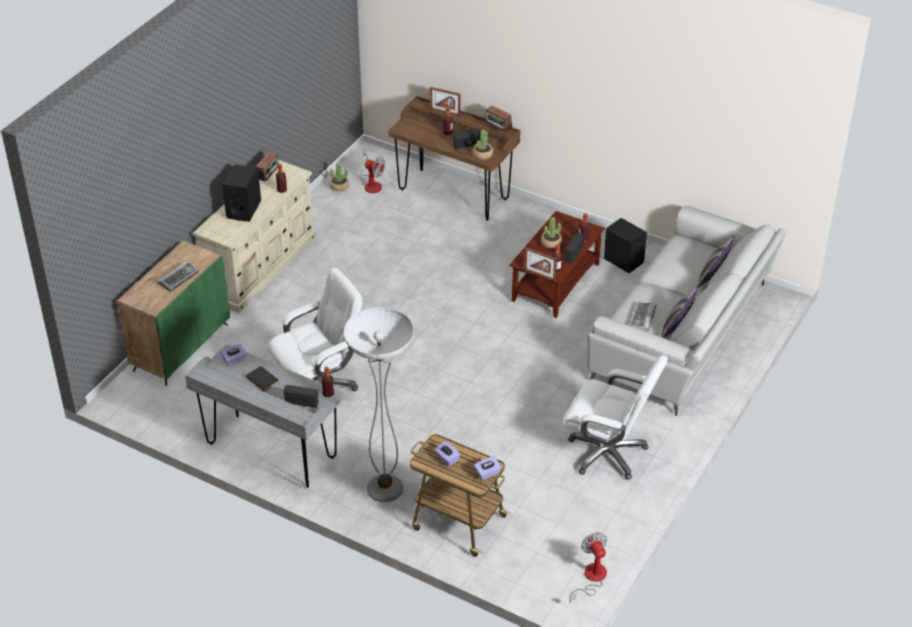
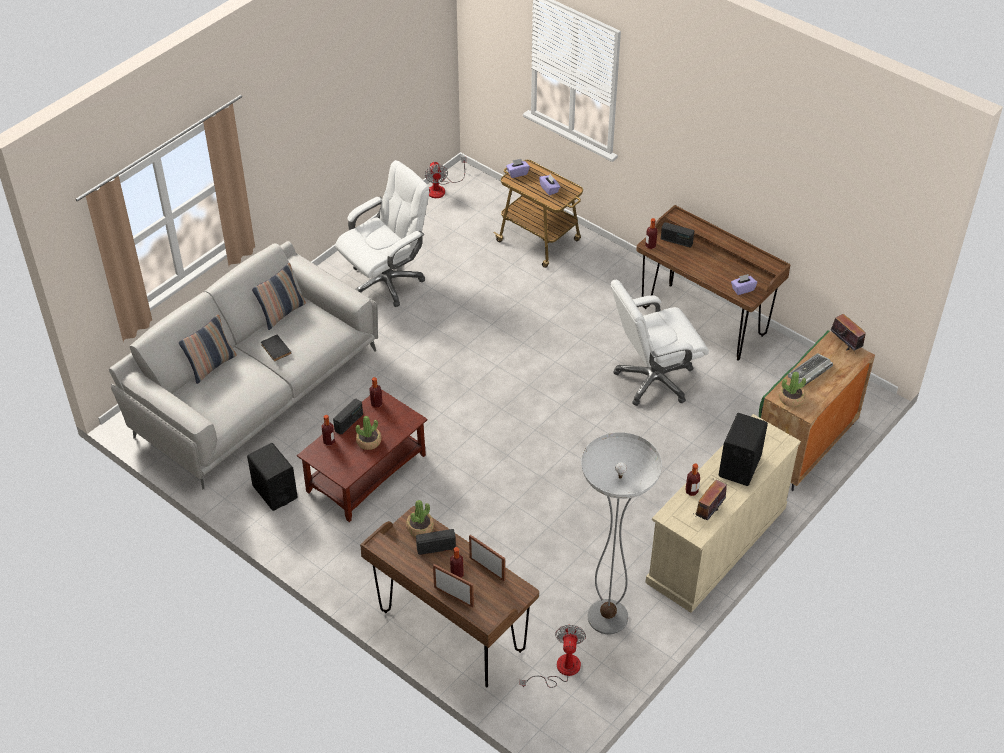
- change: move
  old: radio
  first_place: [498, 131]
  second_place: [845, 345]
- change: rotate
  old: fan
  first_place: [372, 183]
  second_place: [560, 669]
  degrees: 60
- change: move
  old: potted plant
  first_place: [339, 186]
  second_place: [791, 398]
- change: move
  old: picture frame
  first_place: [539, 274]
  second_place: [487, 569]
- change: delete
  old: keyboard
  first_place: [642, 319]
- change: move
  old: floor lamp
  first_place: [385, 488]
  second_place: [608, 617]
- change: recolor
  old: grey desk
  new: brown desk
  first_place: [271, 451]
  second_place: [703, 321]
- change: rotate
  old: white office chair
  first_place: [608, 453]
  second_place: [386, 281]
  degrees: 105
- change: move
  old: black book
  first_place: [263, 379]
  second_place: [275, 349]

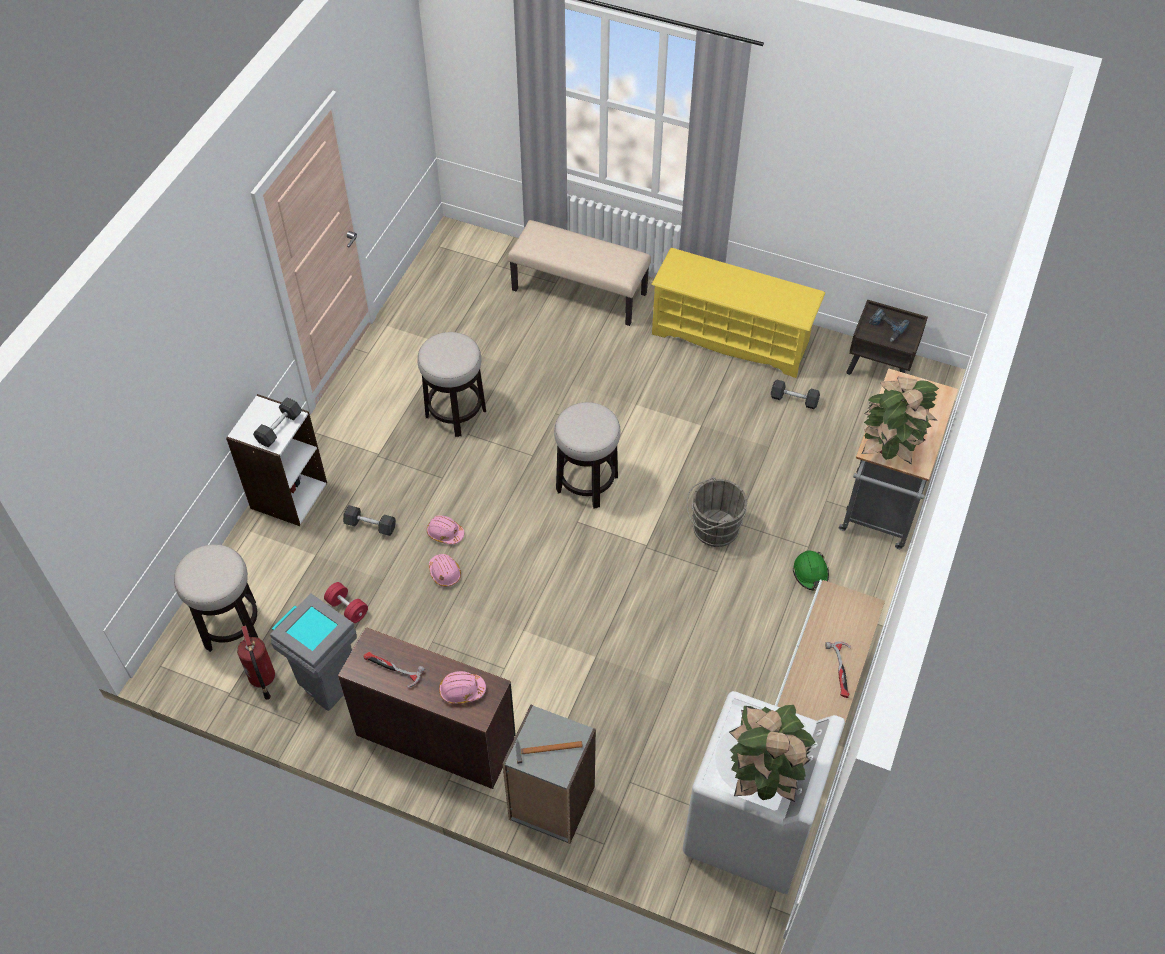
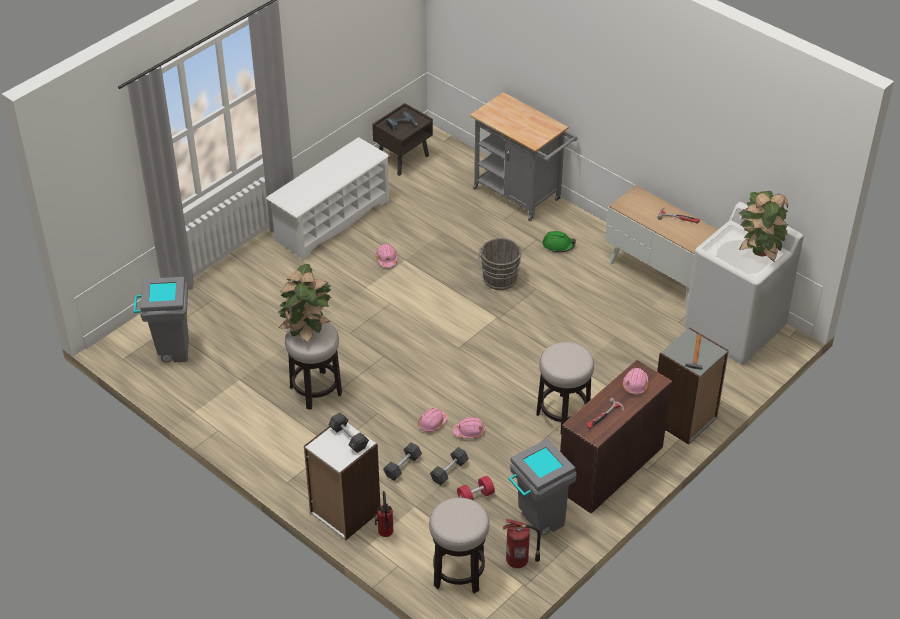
- change: delete
  old: beige bench
  first_place: [580, 291]
- change: recolor
  old: yellow shoe rack
  new: white shoe rack
  first_place: [731, 338]
  second_place: [332, 220]
- change: move
  old: potted plant
  first_place: [889, 449]
  second_place: [307, 331]
- change: move
  old: grey dumbbell
  first_place: [794, 400]
  second_place: [449, 471]
- change: move
  old: stool
  first_place: [587, 483]
  second_place: [563, 414]
- change: insert
  new: pink hard hat
  second_place: [386, 259]
- change: insert
  new: grey trash can
  second_place: [170, 351]
- change: insert
  new: fire extinguisher
  second_place: [385, 535]

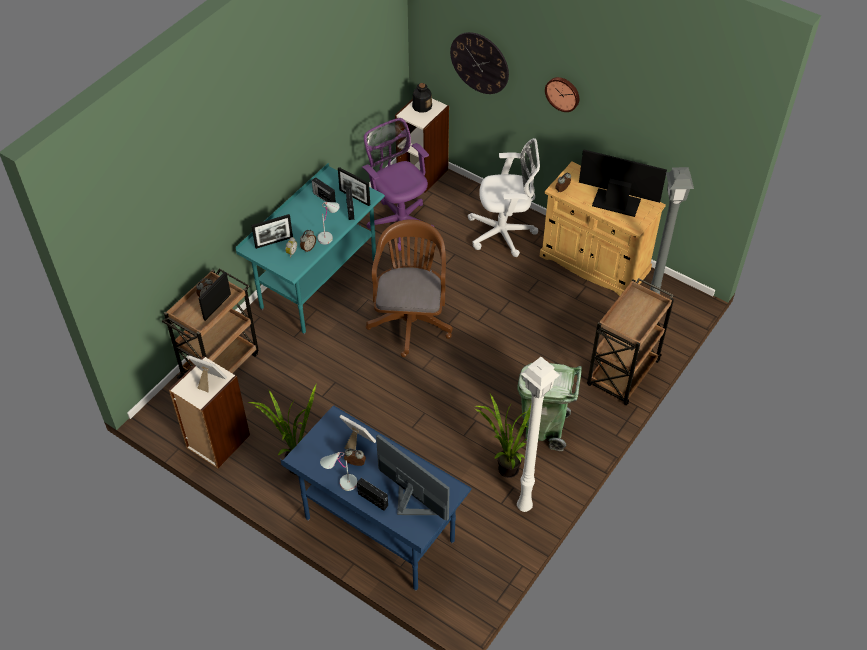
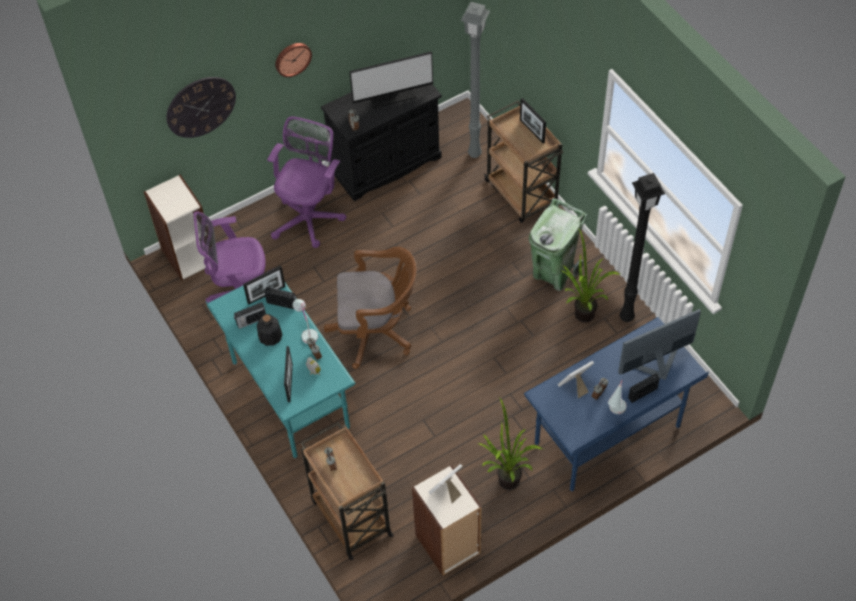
- change: move
  old: bottle
  first_place: [422, 106]
  second_place: [270, 336]
- change: recolor
  old: white office chair
  new: purple office chair
  first_place: [504, 233]
  second_place: [309, 217]
- change: rotate
  old: monitor
  first_place: [616, 202]
  second_place: [391, 94]
  degrees: -150
- change: recolor
  old: beige cabinet
  new: black cabinet
  first_place: [594, 263]
  second_place: [385, 163]
- change: rotate
  old: brown office chair
  first_place: [410, 319]
  second_place: [376, 331]
  degrees: 150
- change: move
  old: picture frame
  first_place: [217, 306]
  second_place: [532, 131]
- change: recolor
  old: white floor lamp
  new: black floor lamp
  first_place: [524, 507]
  second_place: [627, 317]

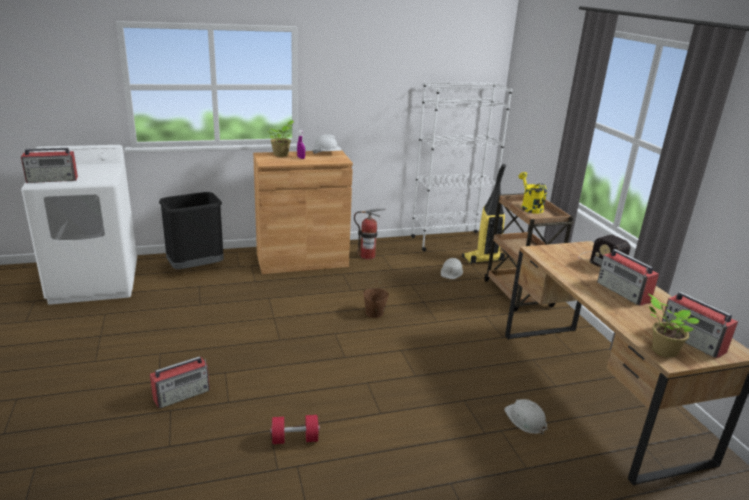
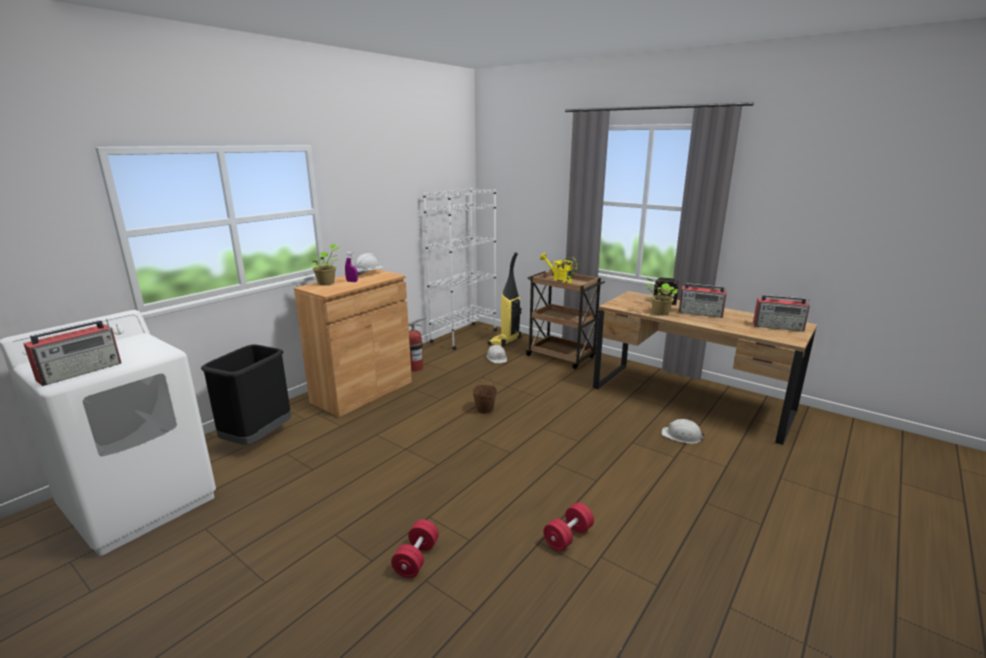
- change: move
  old: potted plant
  first_place: [662, 350]
  second_place: [659, 313]
- change: replace
  old: radio
  new: red dumbbell
  first_place: [182, 394]
  second_place: [416, 558]

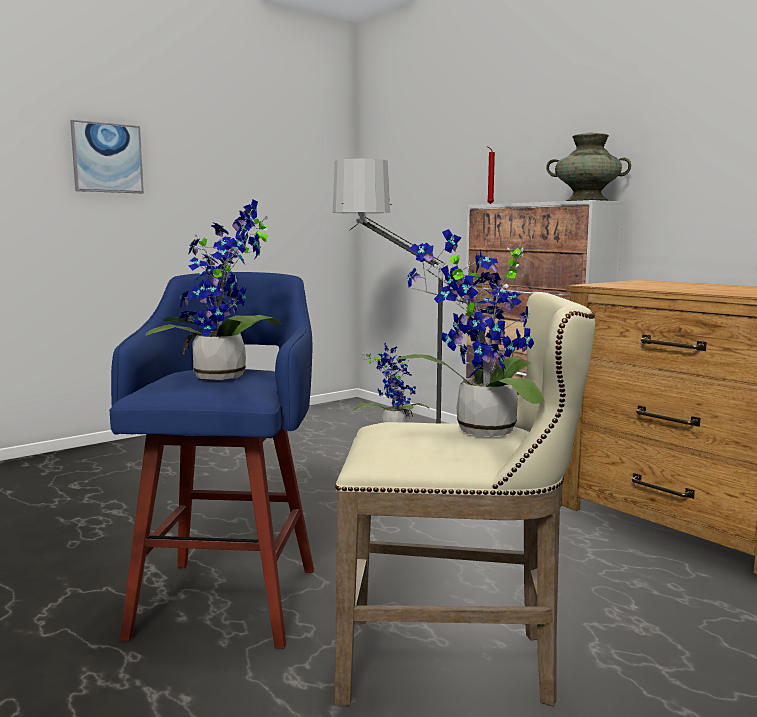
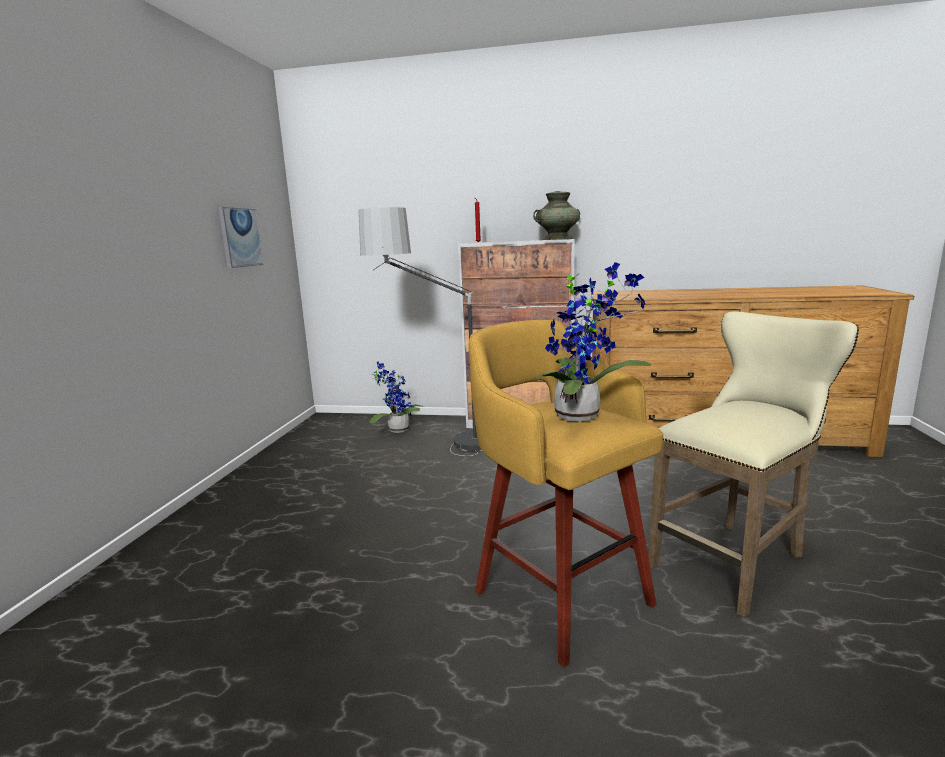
- change: move
  old: picture
  first_place: [107, 158]
  second_place: [240, 237]
- change: delete
  old: potted plant
  first_place: [478, 431]
- change: recolor
  old: blue stool
  new: yellow stool
  first_place: [229, 598]
  second_place: [559, 594]

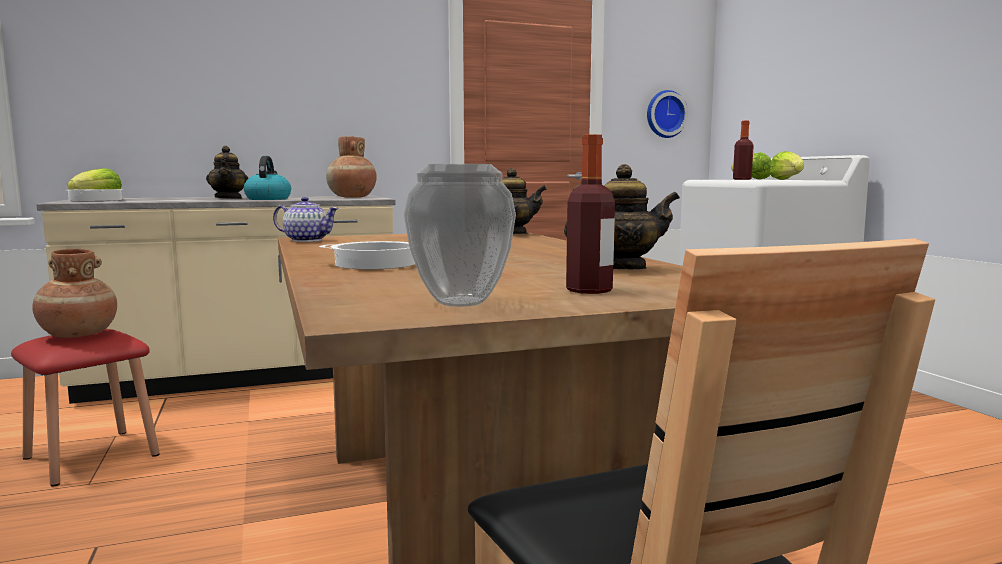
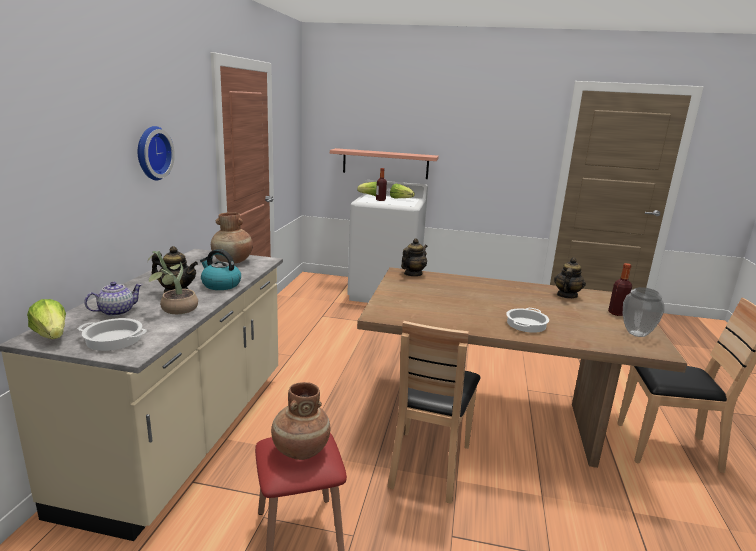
- change: move
  old: wall clock
  first_place: [665, 114]
  second_place: [151, 153]
- change: move
  old: teapot
  first_place: [306, 240]
  second_place: [116, 312]
- change: insert
  new: shelf
  second_place: [385, 163]
- change: insert
  new: potted plant
  second_place: [174, 309]
- change: insert
  new: brown chair
  second_place: [428, 464]

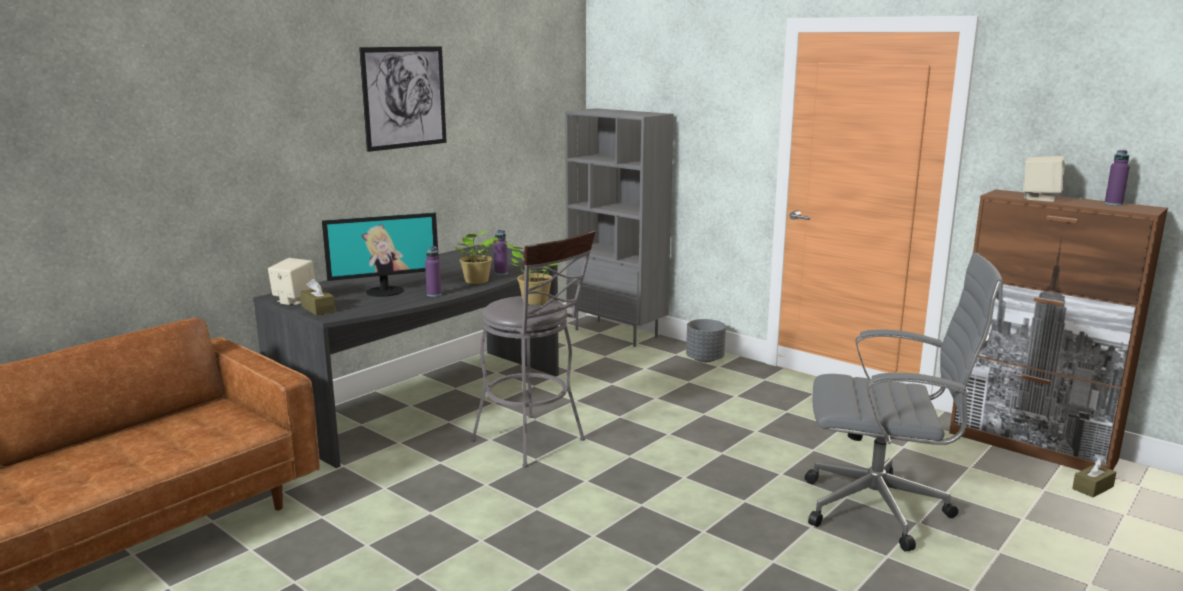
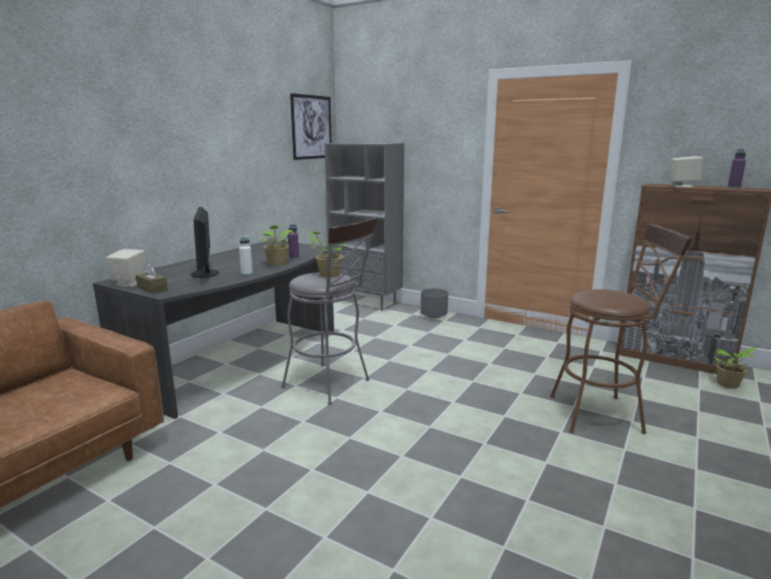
- change: move
  old: picture
  first_place: [404, 97]
  second_place: [311, 127]
- change: rotate
  old: monitor
  first_place: [385, 291]
  second_place: [205, 274]
  degrees: 105
- change: recolor
  old: purple bottle
  new: white bottle
  first_place: [434, 294]
  second_place: [247, 274]
- change: replace
  old: grey office chair
  new: brown stool
  first_place: [882, 510]
  second_place: [603, 413]
- change: replace
  old: brown tissue box
  new: potted plant
  first_place: [1092, 488]
  second_place: [728, 385]

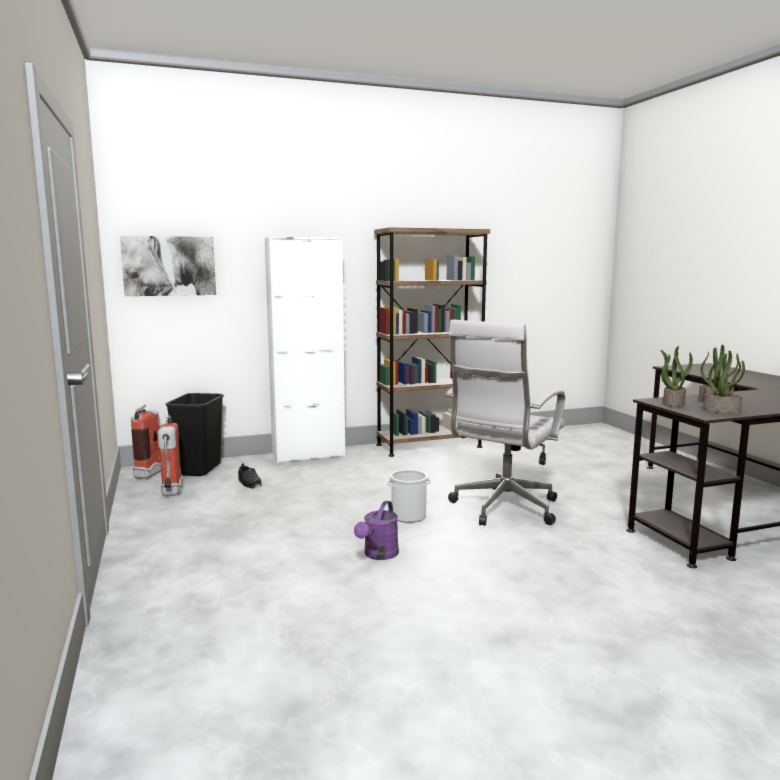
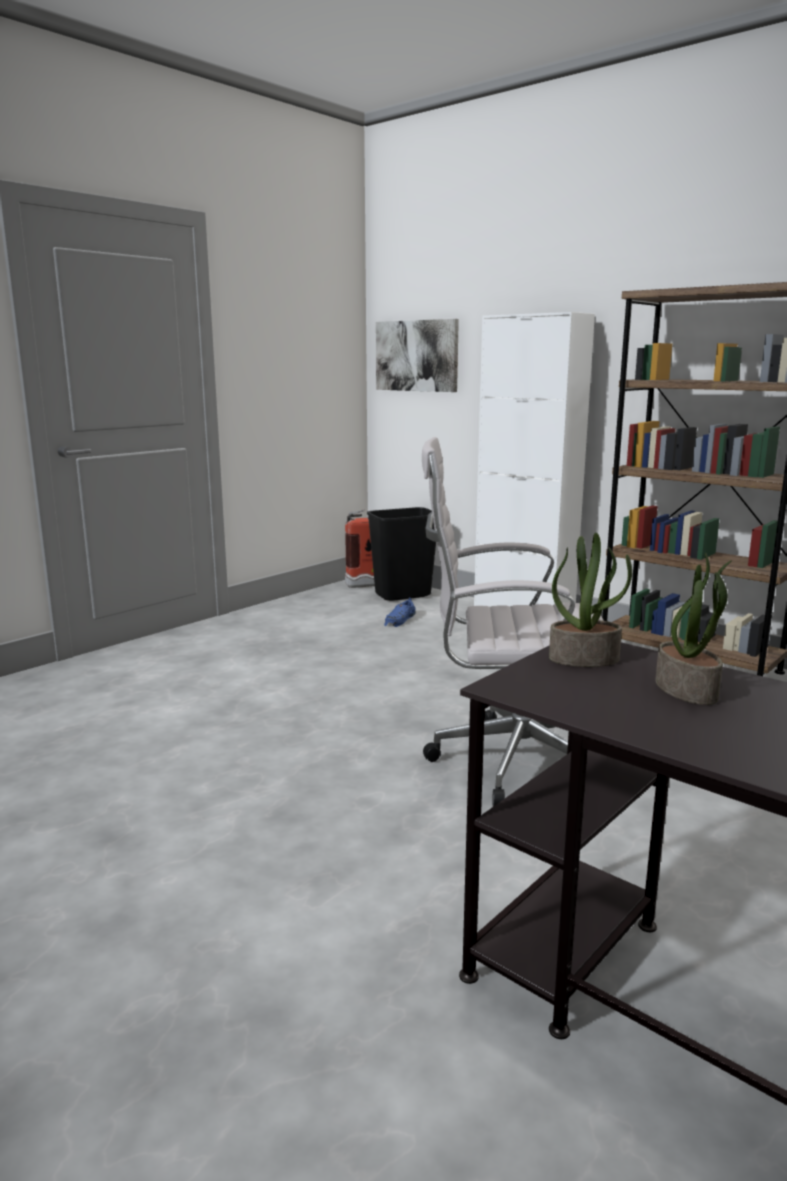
- change: delete
  old: potted plant
  first_place: [722, 411]
- change: delete
  old: fire extinguisher
  first_place: [171, 494]
- change: recolor
  old: black shoe
  new: blue shoe
  first_place: [249, 482]
  second_place: [400, 620]
- change: delete
  old: bucket
  first_place: [409, 516]
- change: delete
  old: purple watering can
  first_place: [378, 555]

